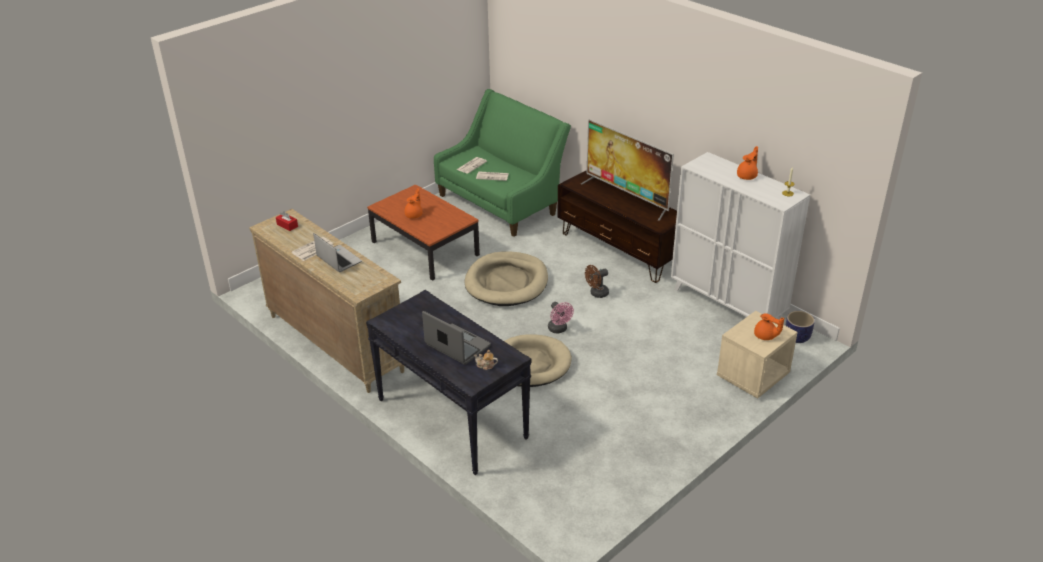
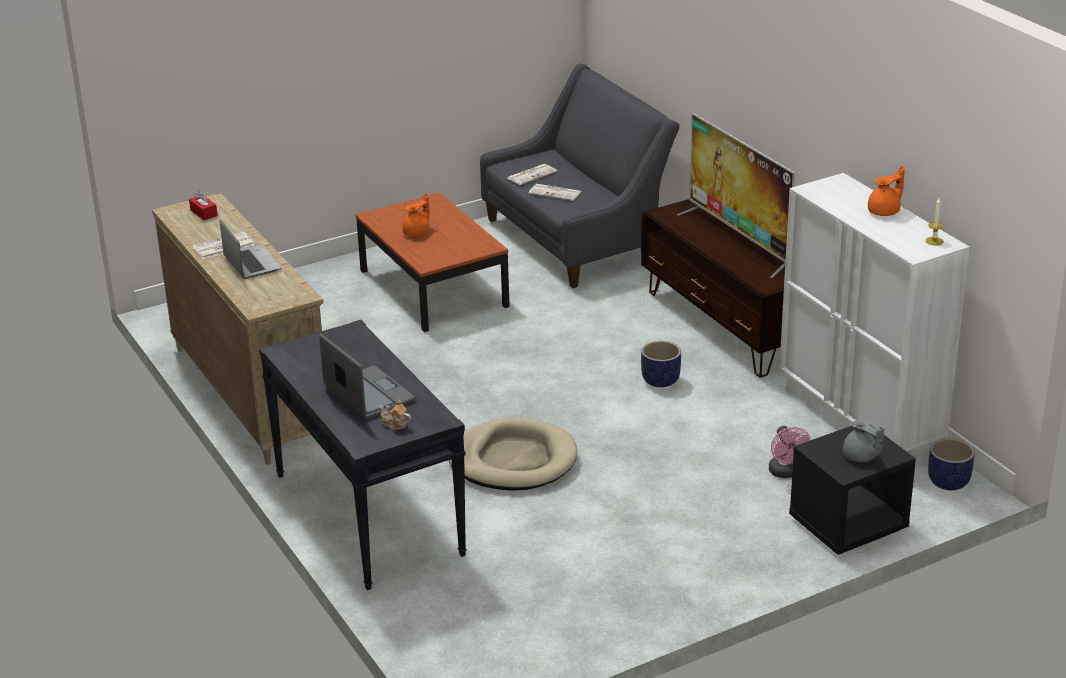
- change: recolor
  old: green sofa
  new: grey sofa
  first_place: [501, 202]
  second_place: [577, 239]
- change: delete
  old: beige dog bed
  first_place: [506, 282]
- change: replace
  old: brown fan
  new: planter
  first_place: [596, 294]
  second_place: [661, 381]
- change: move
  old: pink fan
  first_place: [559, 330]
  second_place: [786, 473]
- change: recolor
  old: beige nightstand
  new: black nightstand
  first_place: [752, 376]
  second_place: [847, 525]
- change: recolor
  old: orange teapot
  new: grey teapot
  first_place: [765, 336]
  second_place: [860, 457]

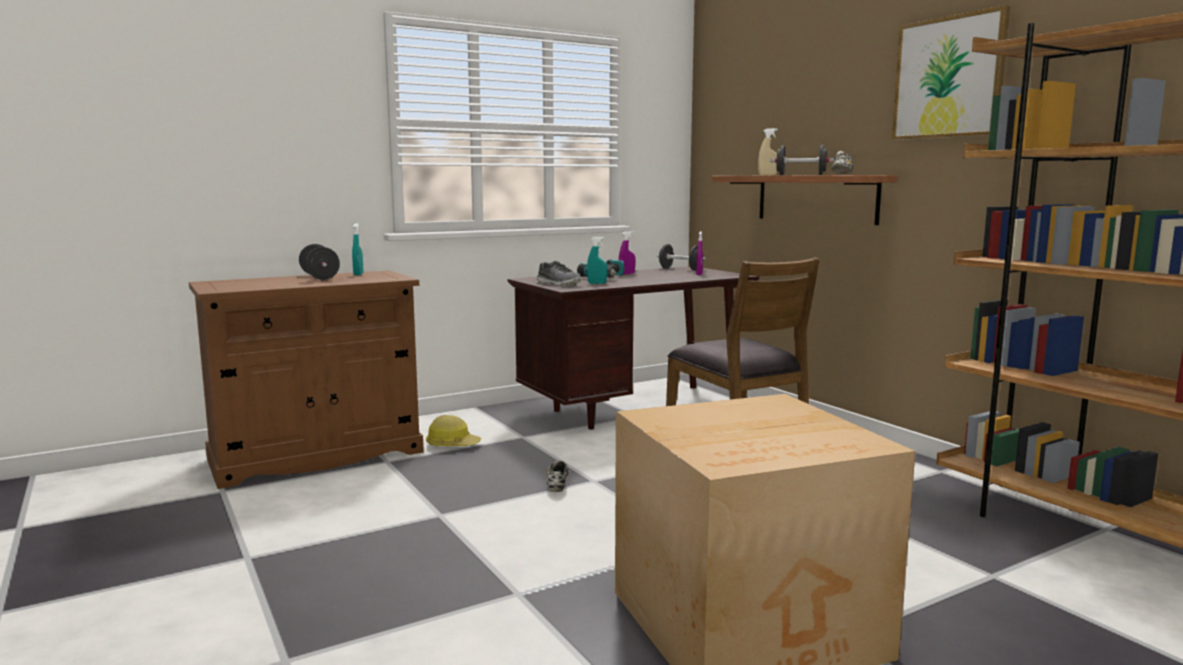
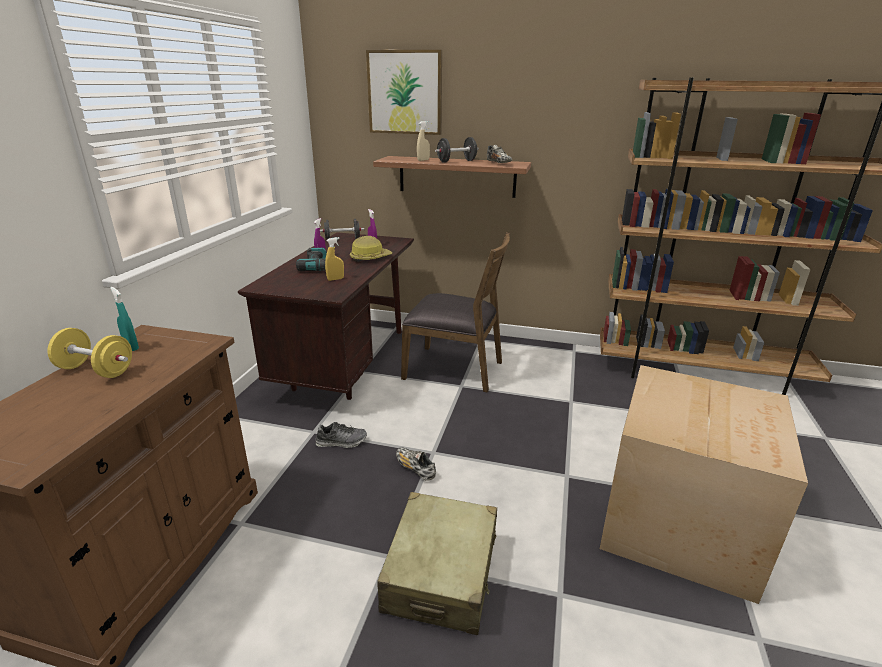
- change: move
  old: picture
  first_place: [949, 78]
  second_place: [405, 92]
- change: recolor
  old: turquoise spray bottle
  new: yellow spray bottle
  first_place: [597, 283]
  second_place: [335, 279]
- change: recolor
  old: black dumbbell
  new: yellow dumbbell
  first_place: [320, 277]
  second_place: [96, 370]
- change: move
  old: shoe
  first_place: [558, 284]
  second_place: [341, 442]
- change: move
  old: hard hat
  first_place: [452, 444]
  second_place: [370, 258]
- change: insert
  new: beige suitcase
  second_place: [441, 573]

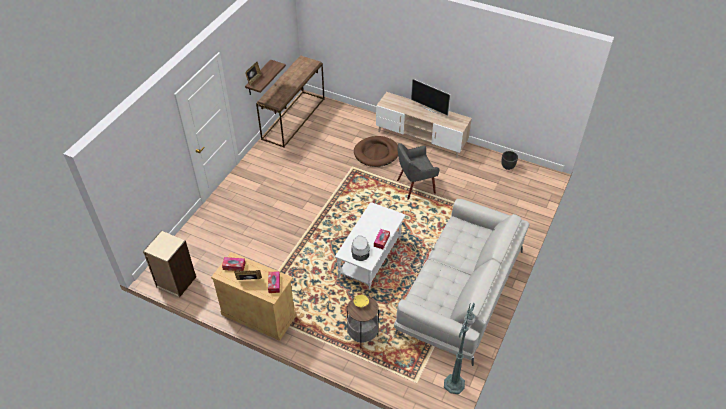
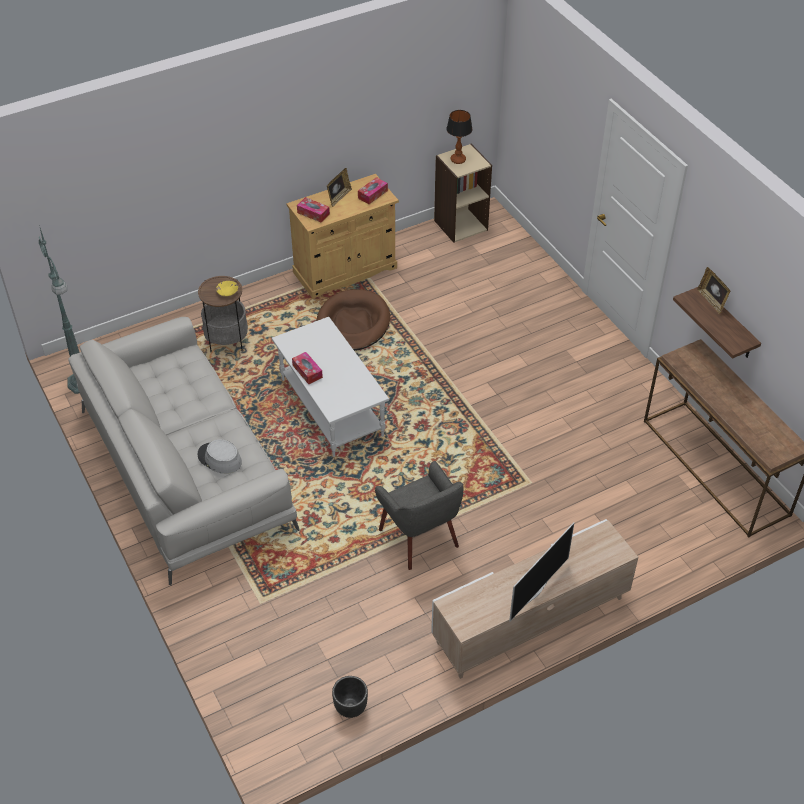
- change: rotate
  old: television
  first_place: [430, 109]
  second_place: [535, 591]
  degrees: 150
- change: move
  old: brown dog bed
  first_place: [376, 153]
  second_place: [353, 323]
- change: rotate
  old: grey armchair
  first_place: [415, 186]
  second_place: [420, 538]
  degrees: 135
- change: move
  old: grey hat
  first_place: [360, 250]
  second_place: [219, 459]
- change: insert
  new: table lamp
  second_place: [458, 160]

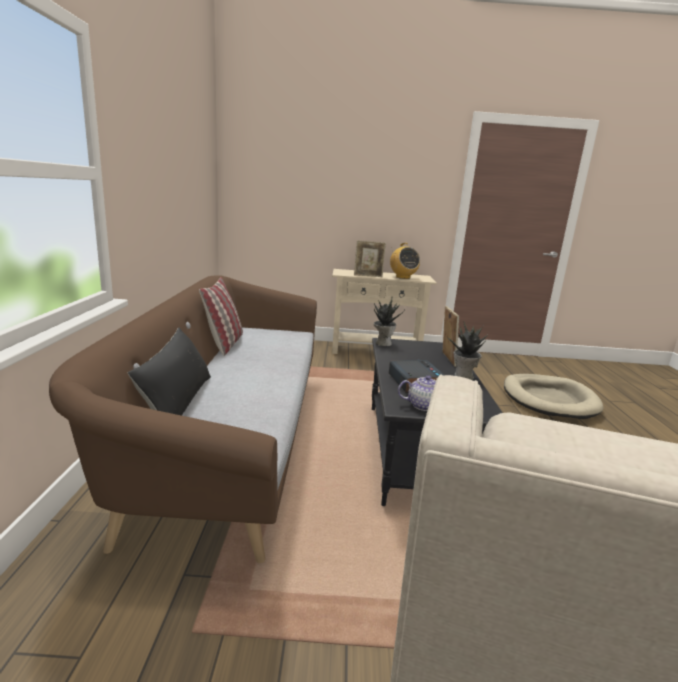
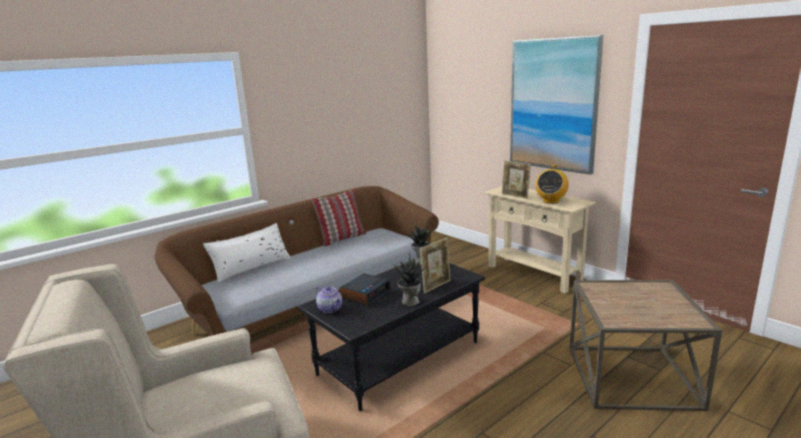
- change: recolor
  old: black pillow
  new: white pillow
  first_place: [177, 402]
  second_place: [251, 267]
- change: replace
  old: beige dog bed
  new: brown side table
  first_place: [549, 399]
  second_place: [632, 376]
- change: insert
  new: picture
  second_place: [553, 105]

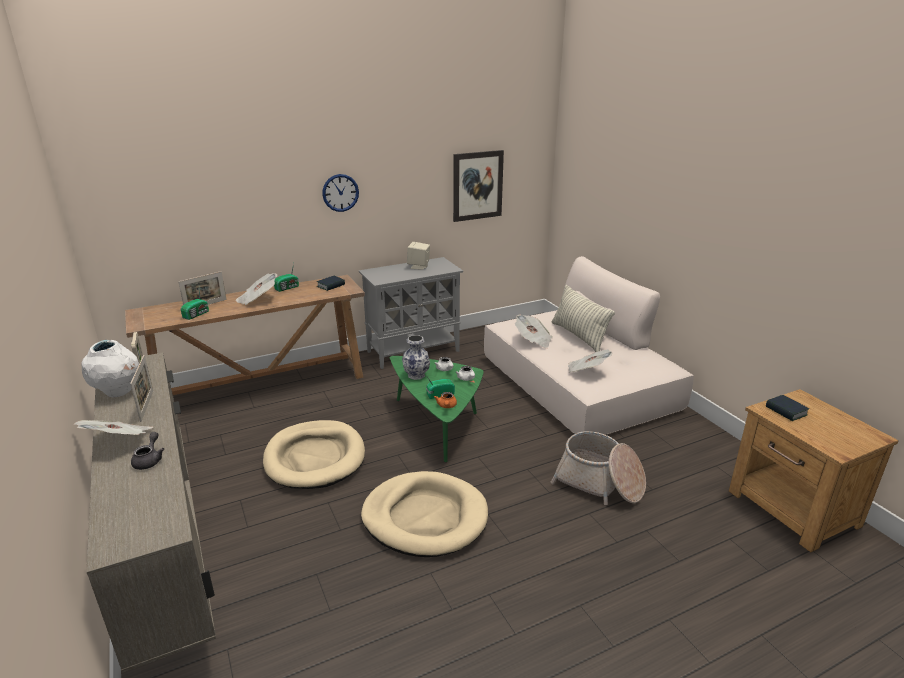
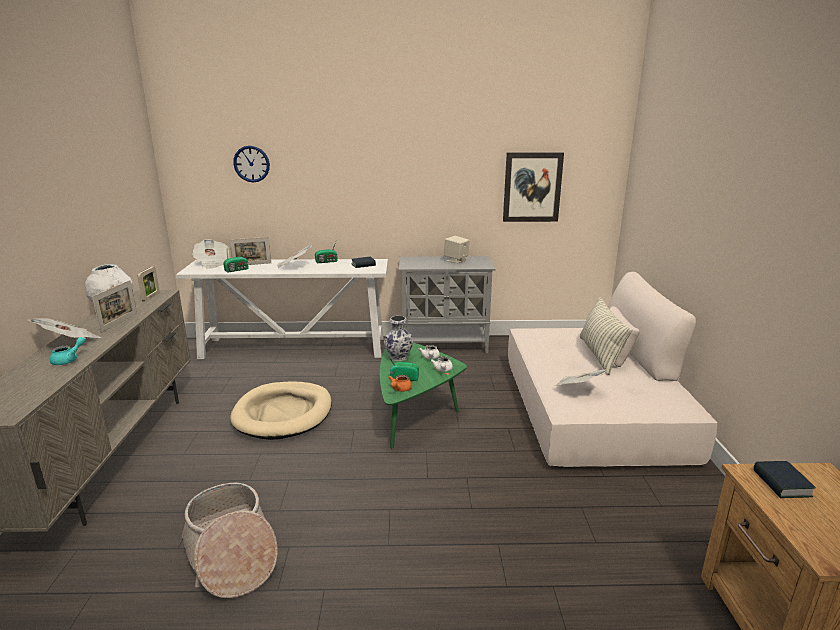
- change: move
  old: wall clock
  first_place: [340, 193]
  second_place: [251, 164]
- change: recolor
  old: brown console table
  new: white console table
  first_place: [263, 387]
  second_place: [295, 348]
- change: move
  old: newspaper
  first_place: [533, 340]
  second_place: [212, 263]
- change: move
  old: basket
  first_place: [599, 482]
  second_place: [231, 555]
- change: recolor
  old: grey teapot
  new: turquoise teapot
  first_place: [149, 460]
  second_place: [69, 360]
- change: delete
  old: beige dog bed
  first_place: [425, 517]

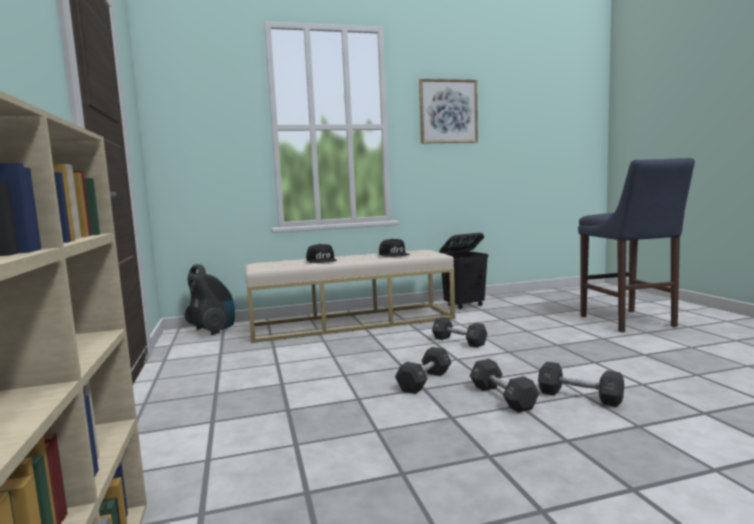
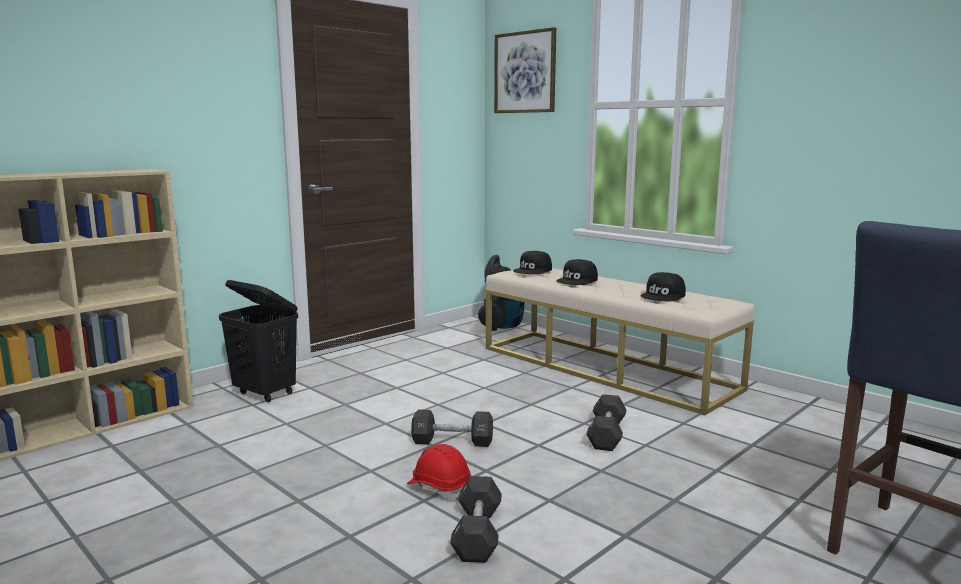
- change: move
  old: picture
  first_place: [448, 111]
  second_place: [525, 72]
- change: move
  old: black laundry basket
  first_place: [464, 306]
  second_place: [265, 393]
- change: replace
  old: black dumbbell
  new: red hard hat
  first_place: [502, 397]
  second_place: [439, 488]
- change: insert
  new: black cap
  second_place: [533, 270]

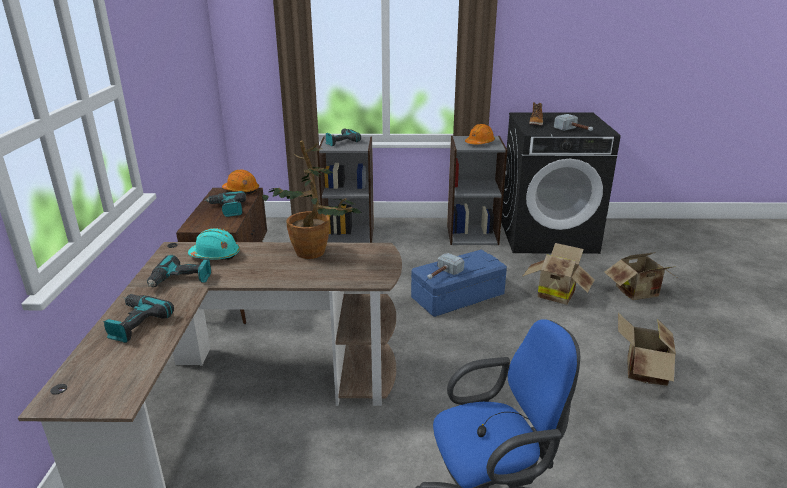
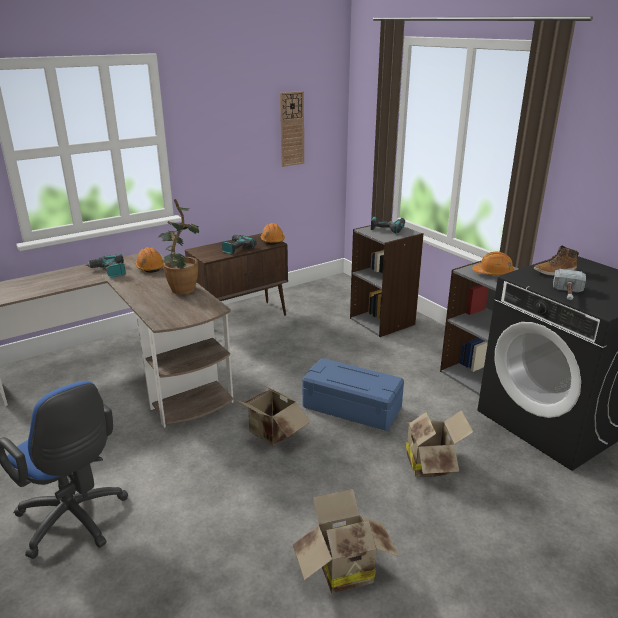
- change: recolor
  old: turquoise hard hat
  new: orange hard hat
  first_place: [215, 255]
  second_place: [150, 267]
- change: move
  old: cardboard box
  first_place: [639, 293]
  second_place: [271, 434]
- change: delete
  old: hammer
  first_place: [442, 275]
- change: delete
  old: power drill
  first_place: [134, 323]
- change: insert
  new: wall clock
  second_place: [291, 129]

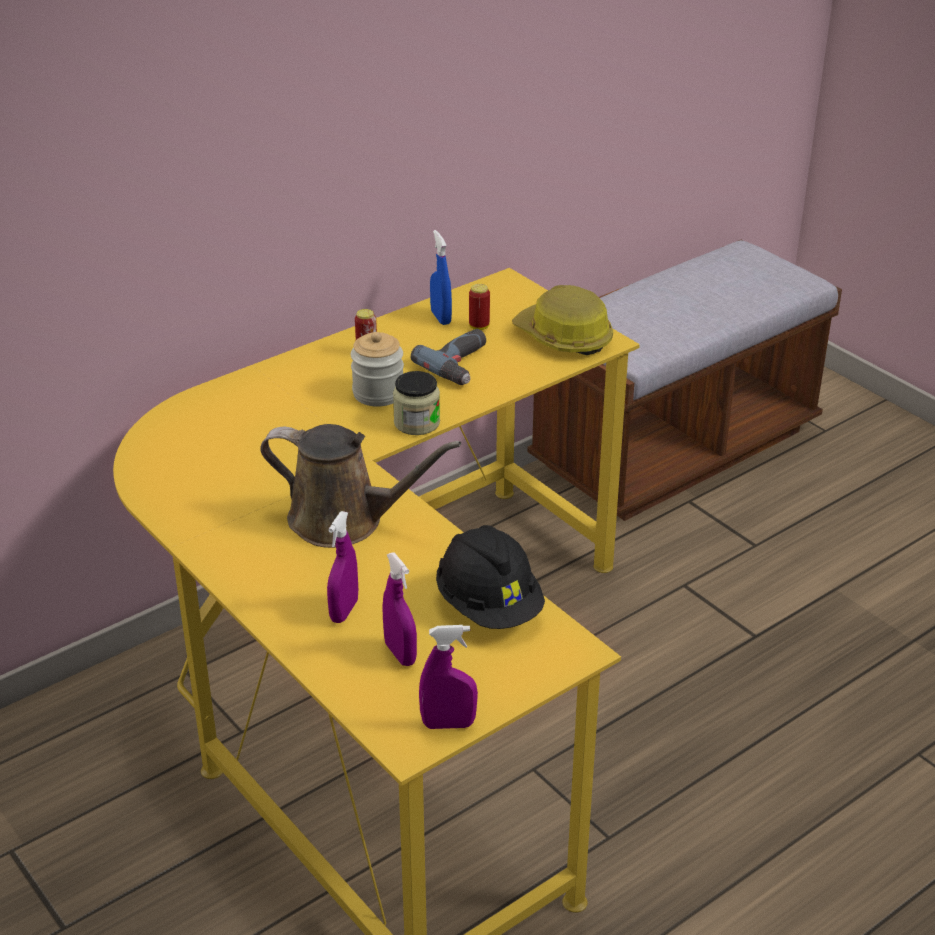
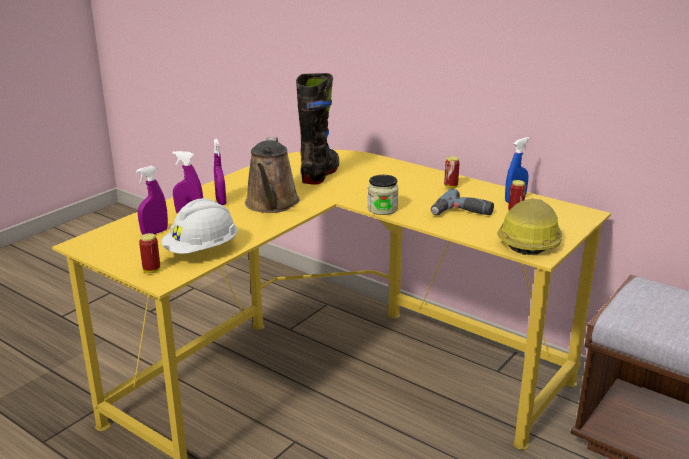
- change: delete
  old: jar
  first_place: [378, 393]
- change: recolor
  old: black hard hat
  new: white hard hat
  first_place: [489, 606]
  second_place: [202, 250]
- change: move
  old: purple spray bottle
  first_place: [448, 724]
  second_place: [221, 201]
- change: insert
  new: black boot
  second_place: [320, 174]
- change: insert
  new: can
  second_place: [151, 270]

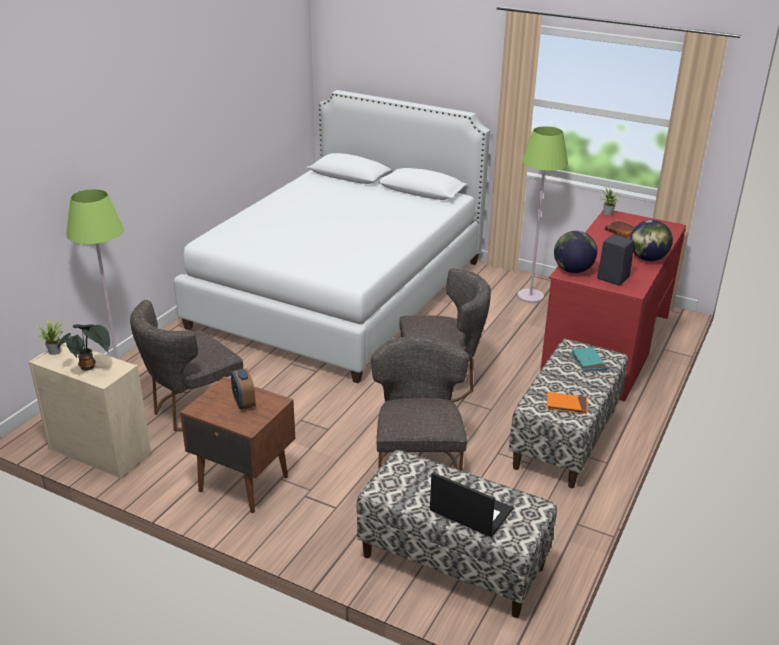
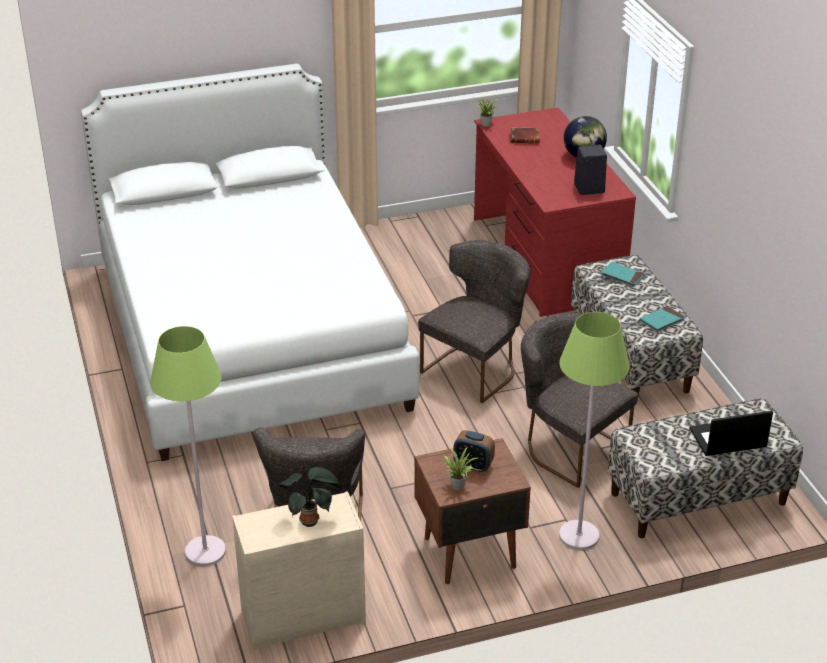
- change: move
  old: green floor lamp
  first_place: [530, 296]
  second_place: [578, 536]
- change: delete
  old: globe
  first_place: [572, 270]
- change: move
  old: potted plant
  first_place: [56, 351]
  second_place: [457, 484]
- change: recolor
  old: orange book
  new: turquoise book
  first_place: [566, 405]
  second_place: [662, 321]

